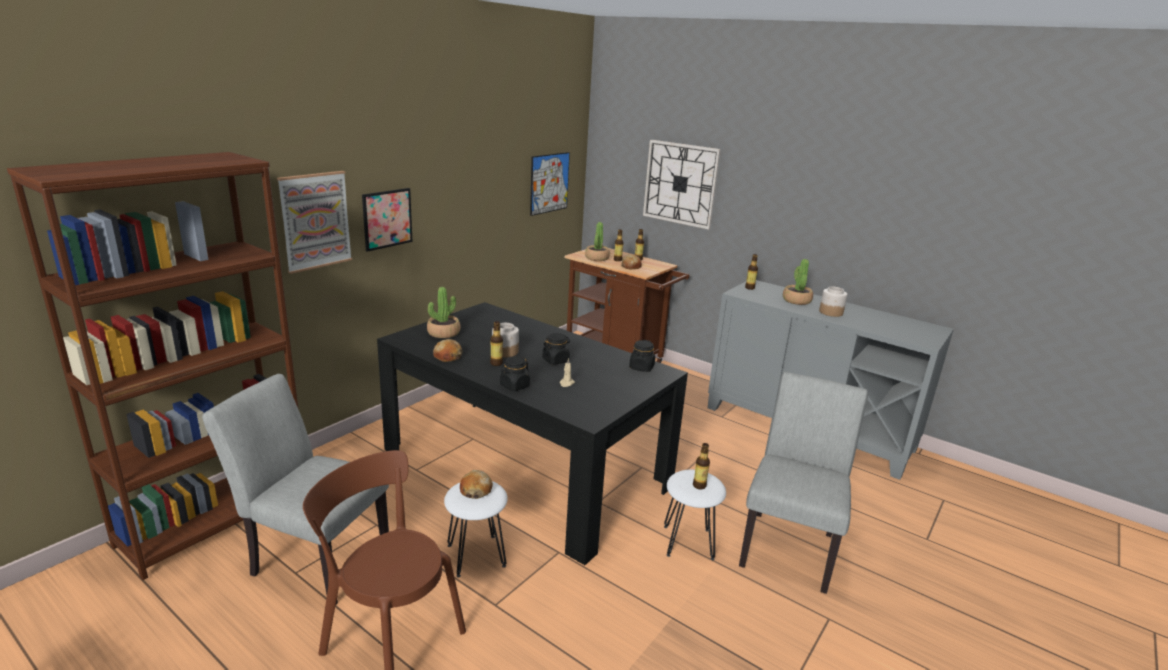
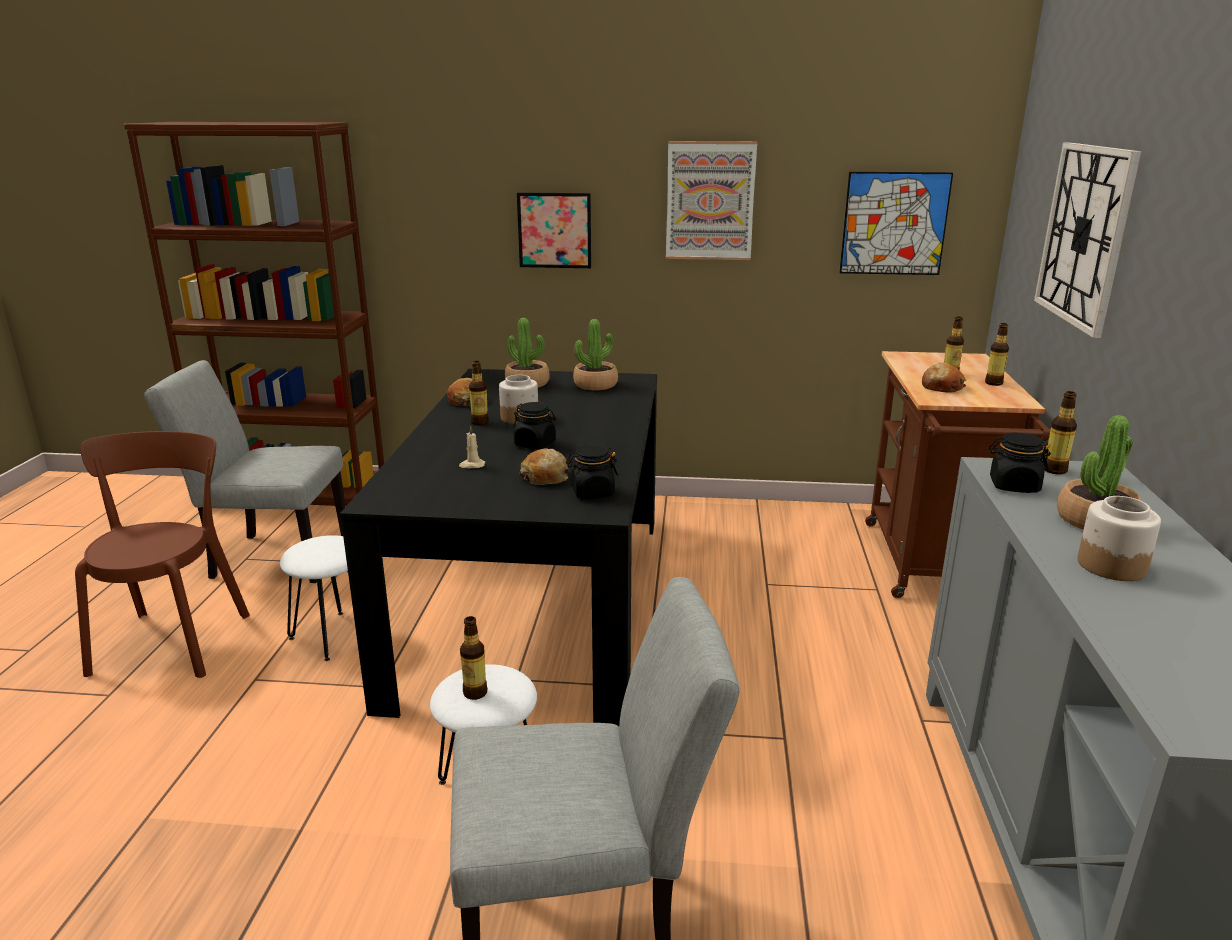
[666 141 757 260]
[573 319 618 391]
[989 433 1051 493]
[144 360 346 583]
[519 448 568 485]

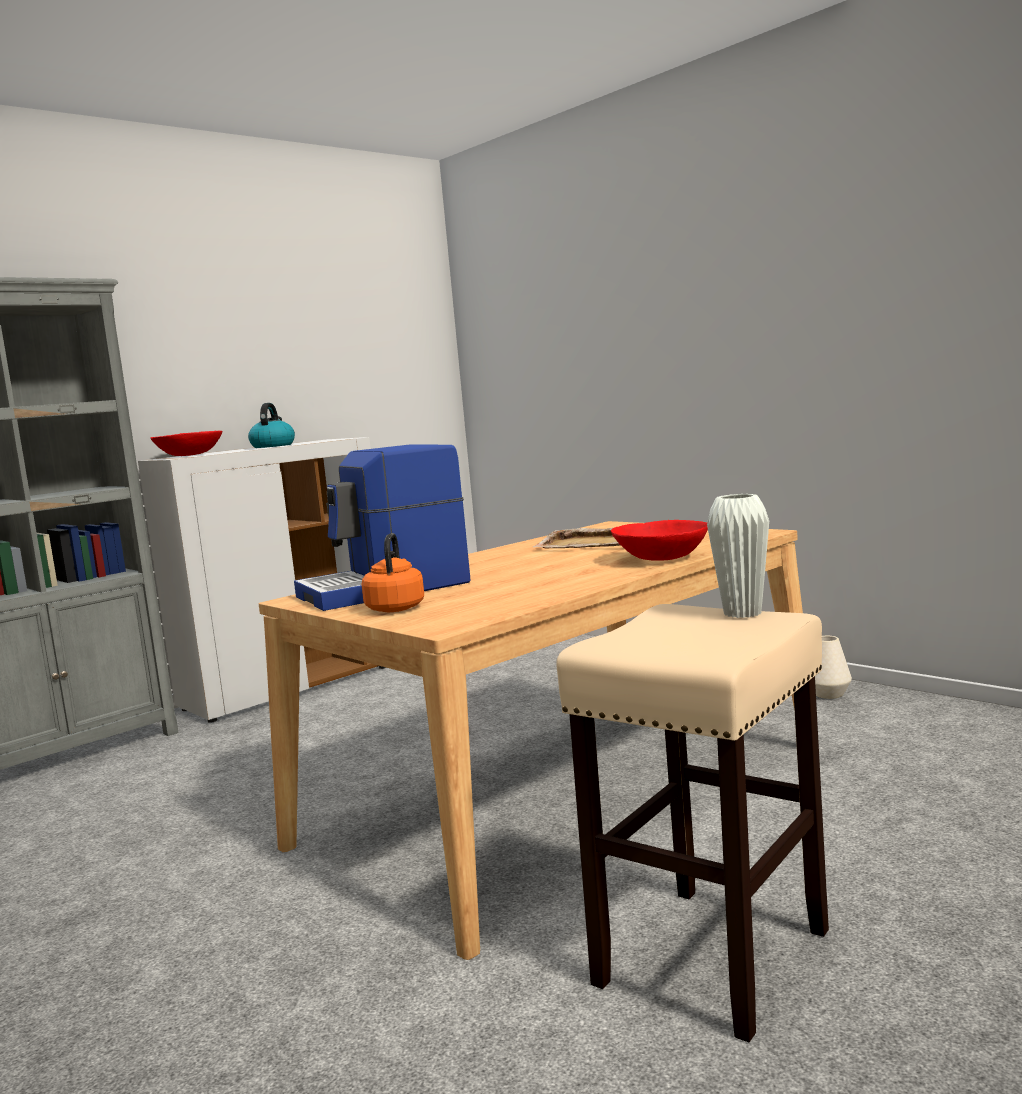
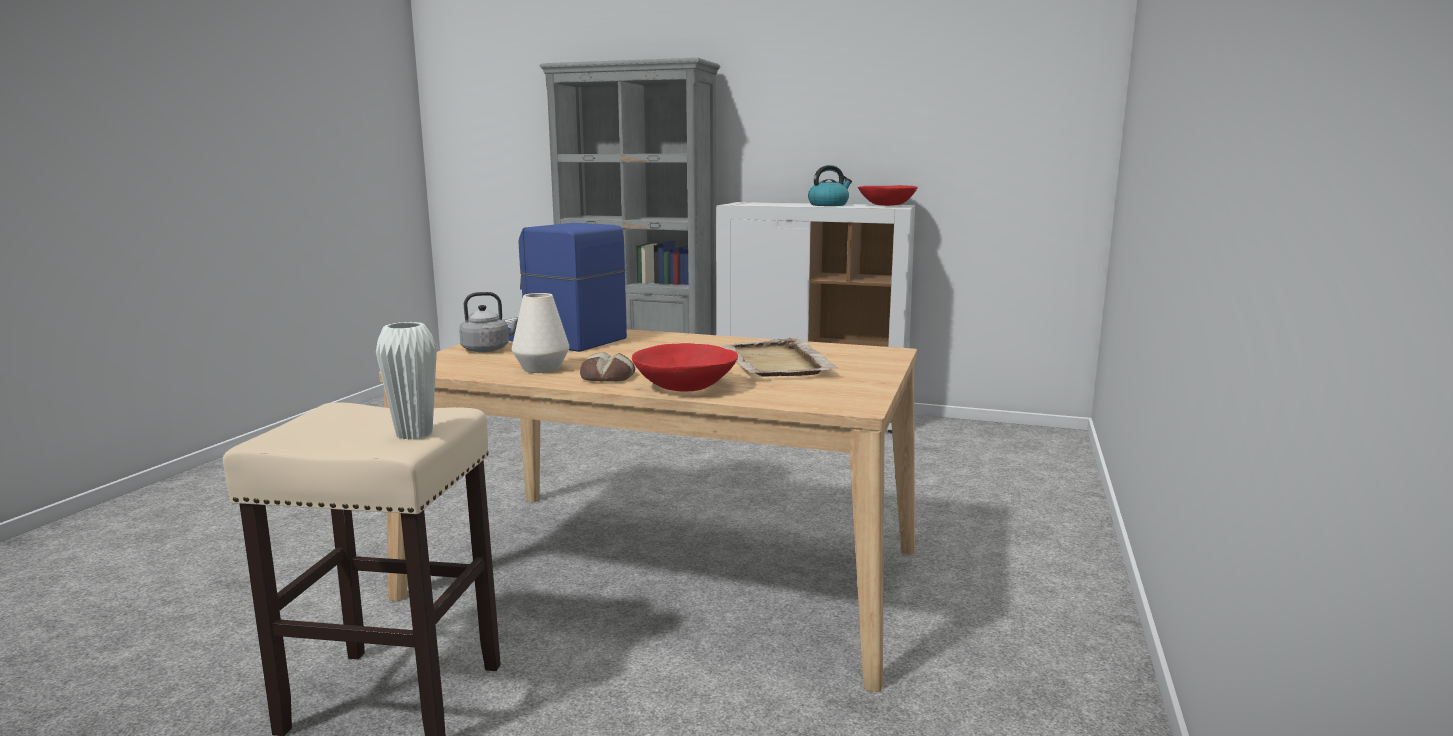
[858 185 918 206]
[459 292 518 352]
[512 293 570 373]
[580 352 635 382]

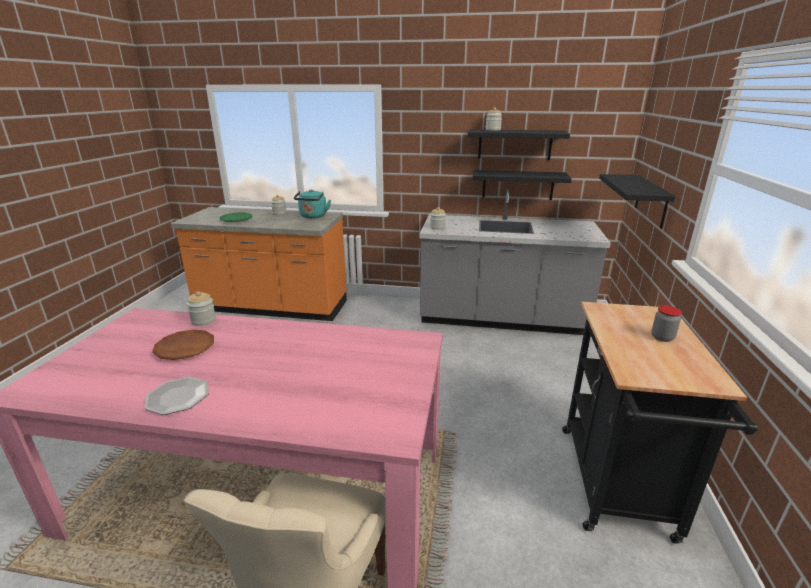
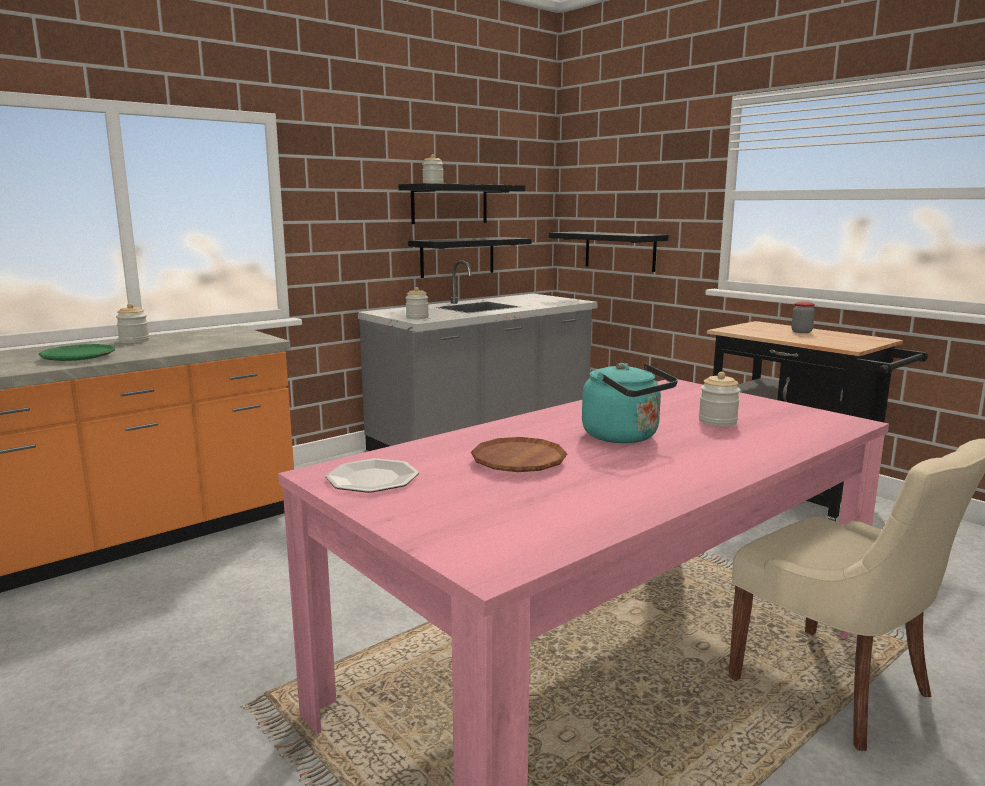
[582 363 678 443]
[699 372 740 427]
[325 459 419 493]

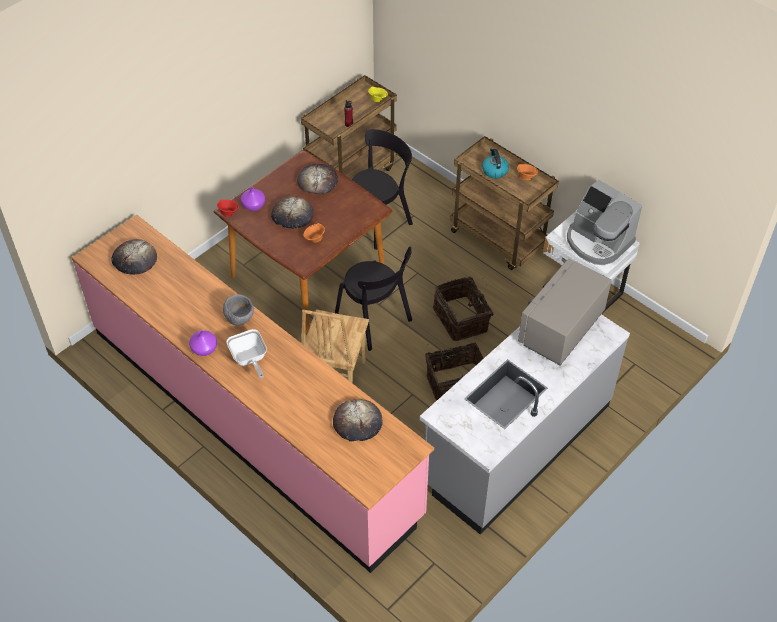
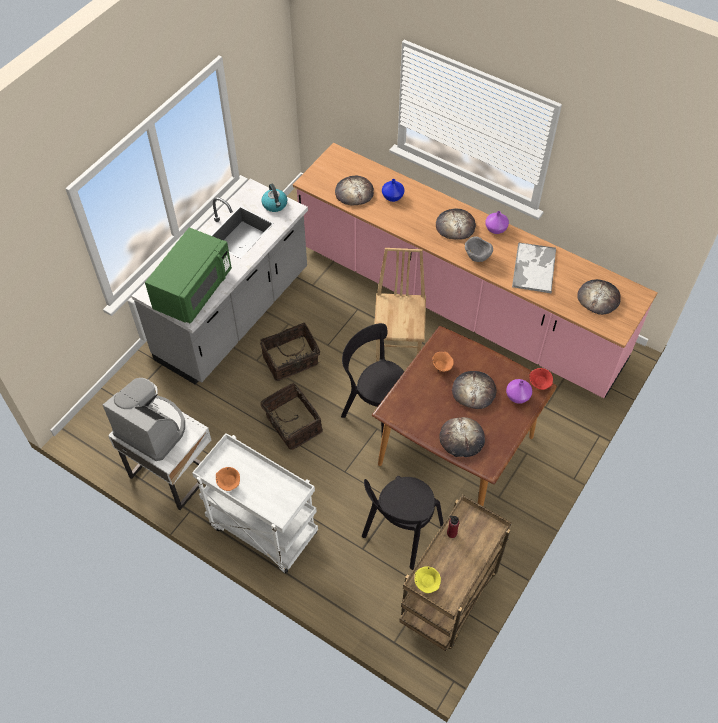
[192 433 318 574]
[261 184 287 212]
[145 228 232 323]
[436 209 476 240]
[382 179 405 202]
[512 243 556 293]

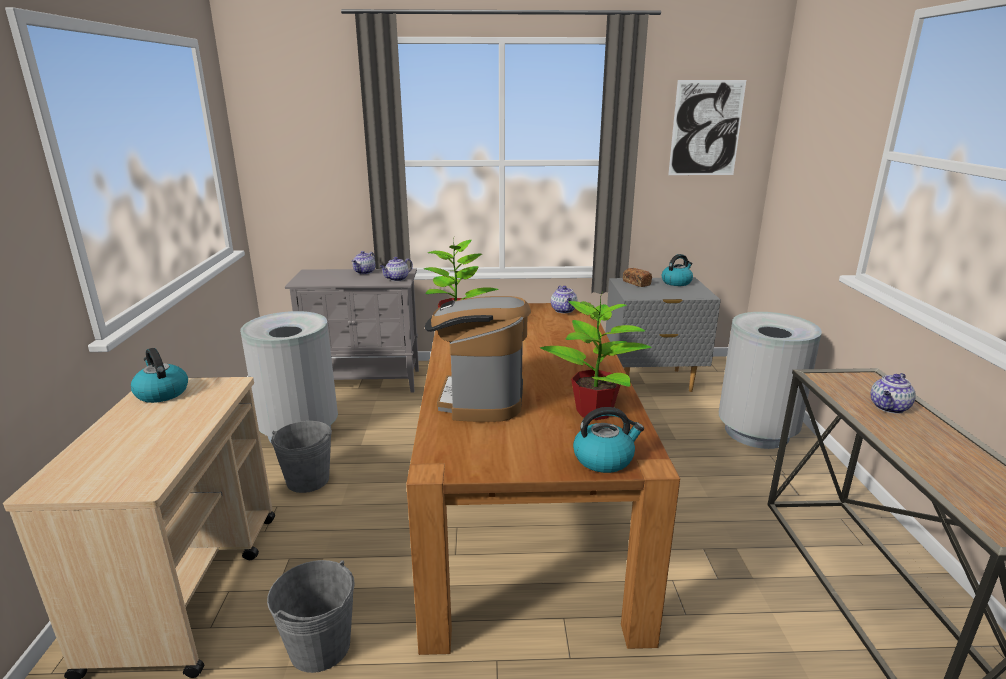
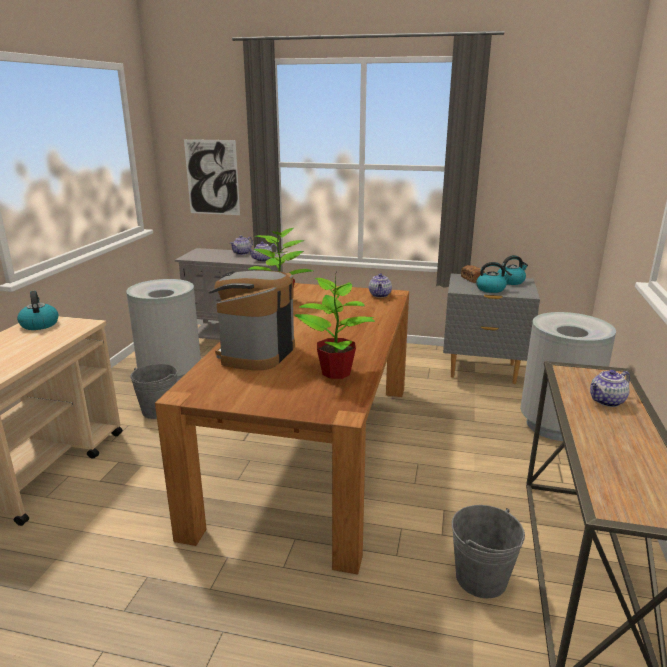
[184 139 240 215]
[476 262 512 293]
[452 505 525 598]

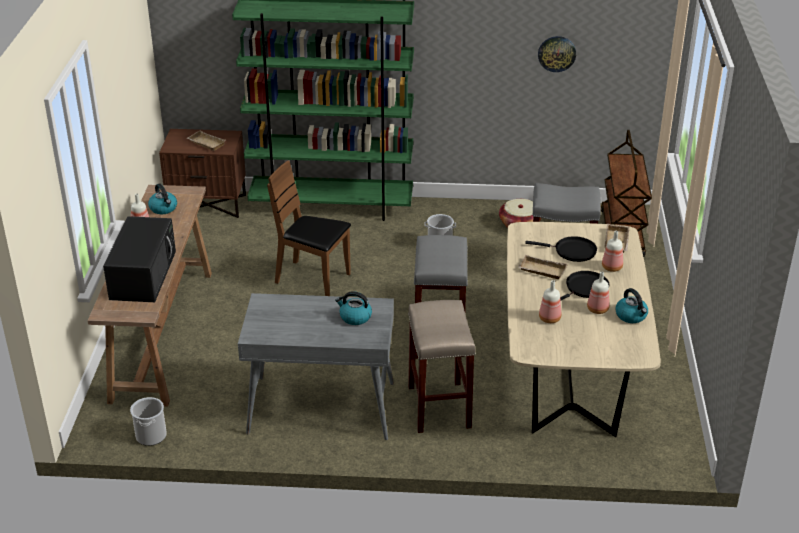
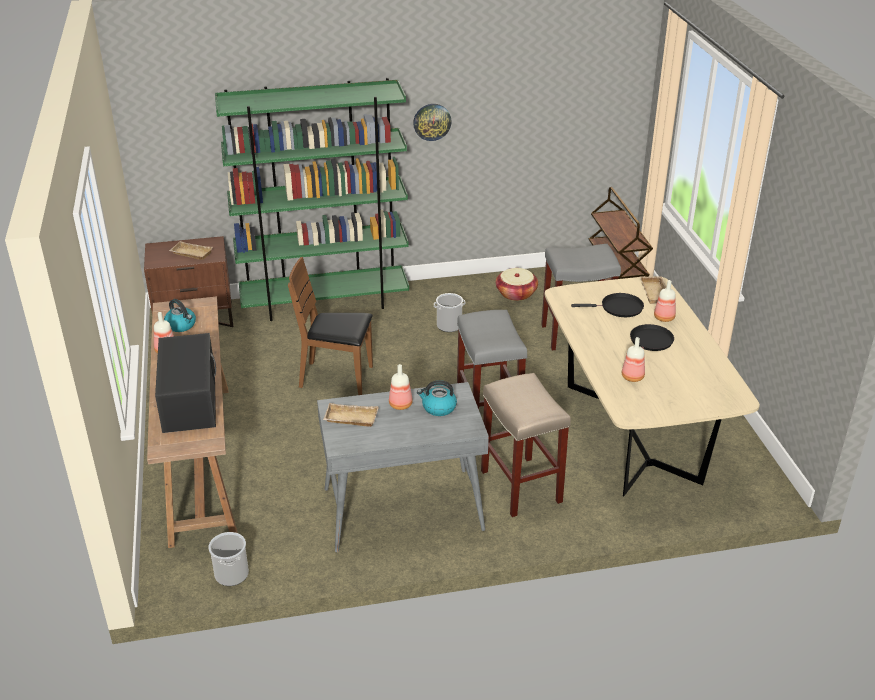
[413 104 452 141]
[323 403 379 427]
[389 364 413 410]
[616 288 648 323] (first image)

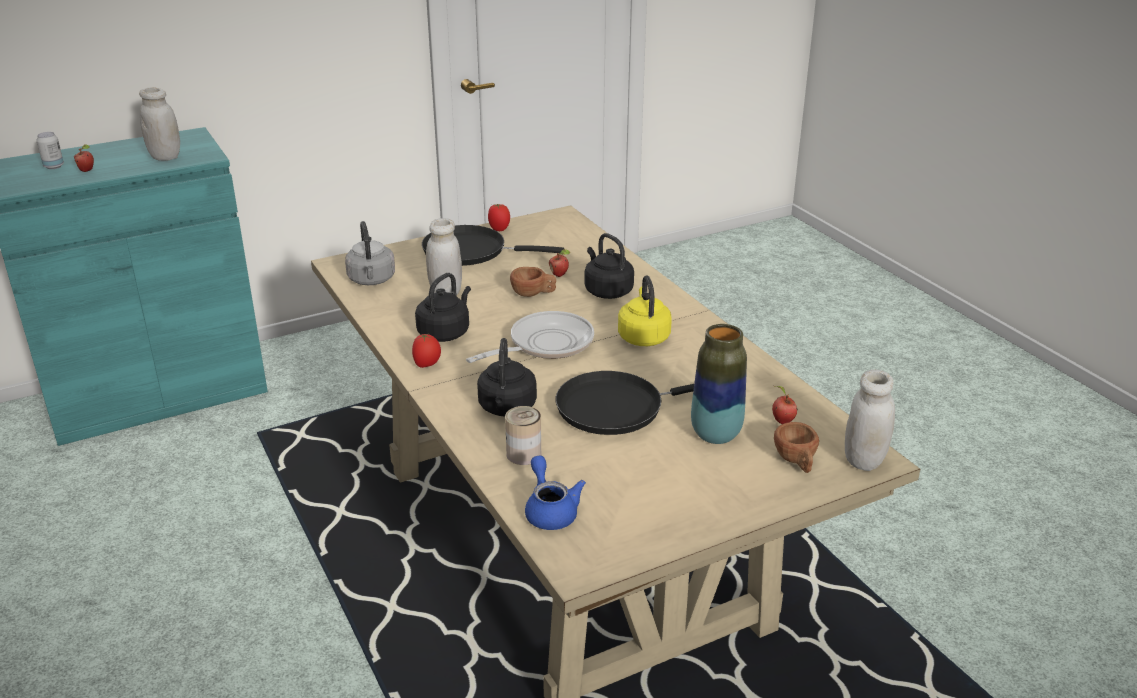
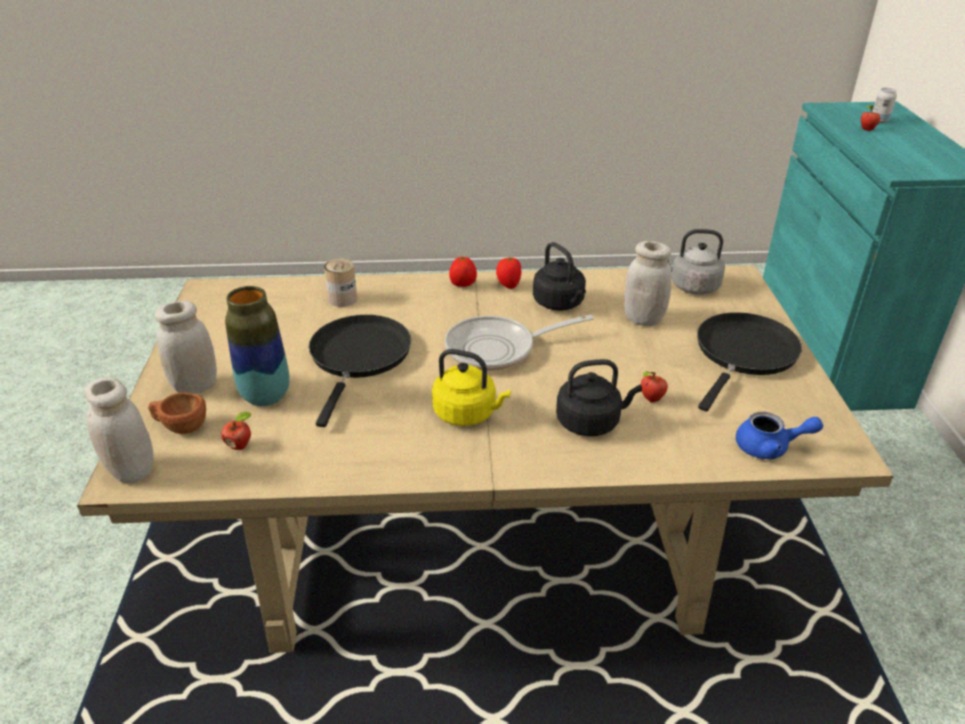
[155 301 217 394]
[449 257 477 287]
[510 267 556 297] (first image)
[445 315 594 371]
[477 338 537 416] (first image)
[736 412 823 459]

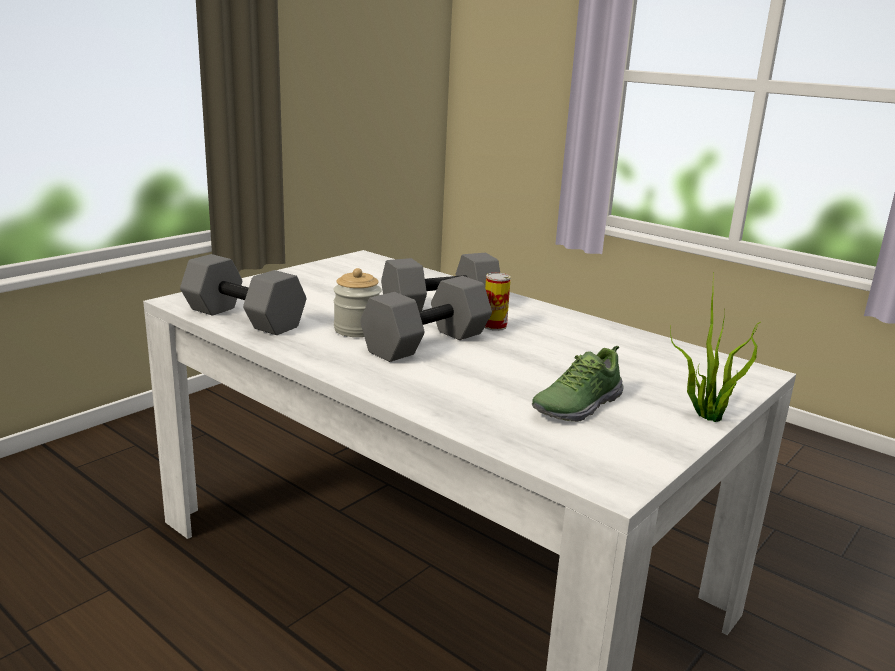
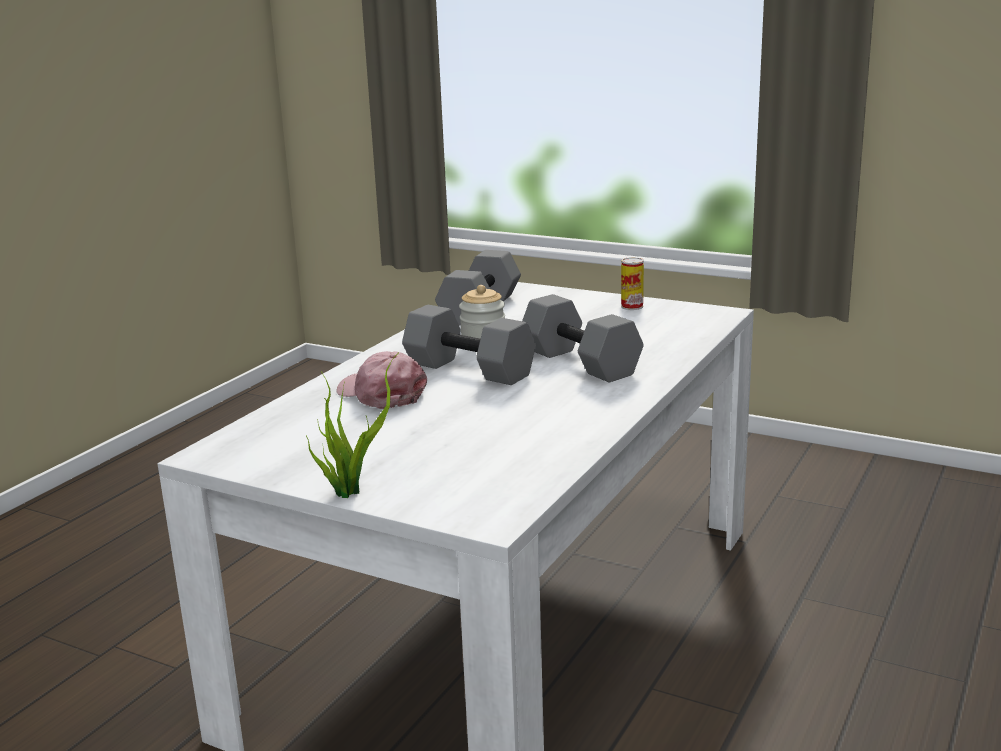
[621 257 644 310]
[532 346 624 422] (first image)
[336 351 427 409]

